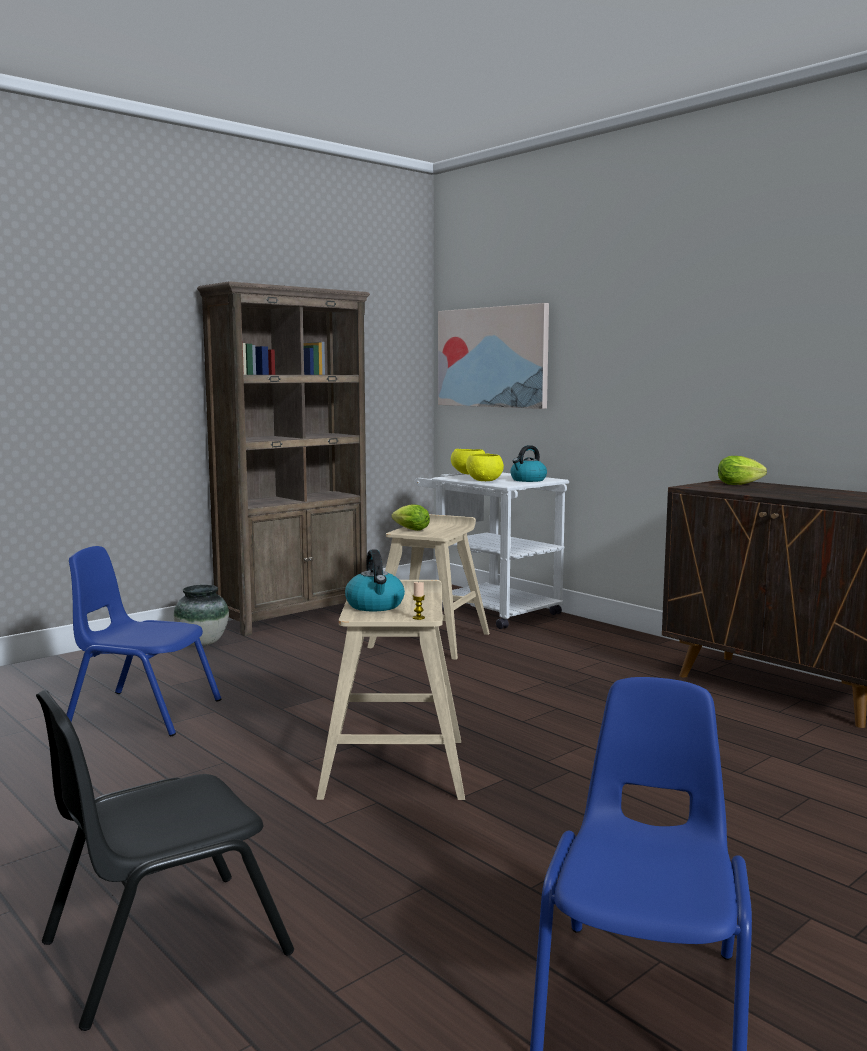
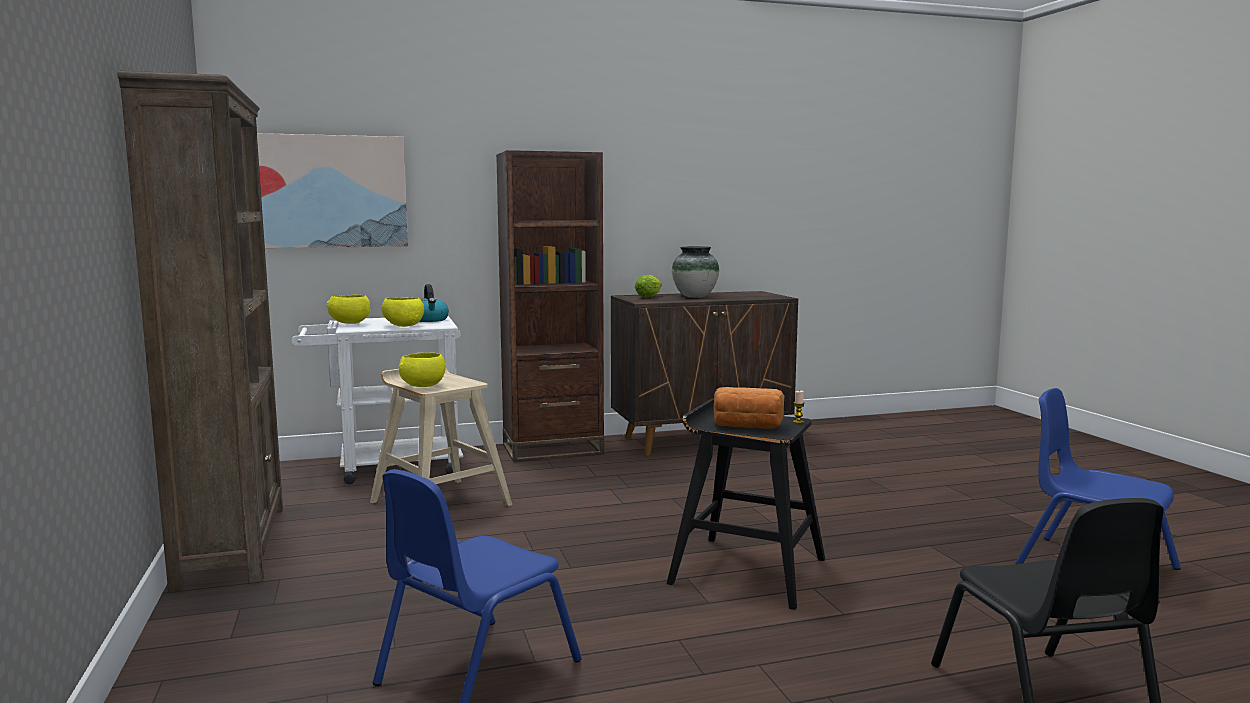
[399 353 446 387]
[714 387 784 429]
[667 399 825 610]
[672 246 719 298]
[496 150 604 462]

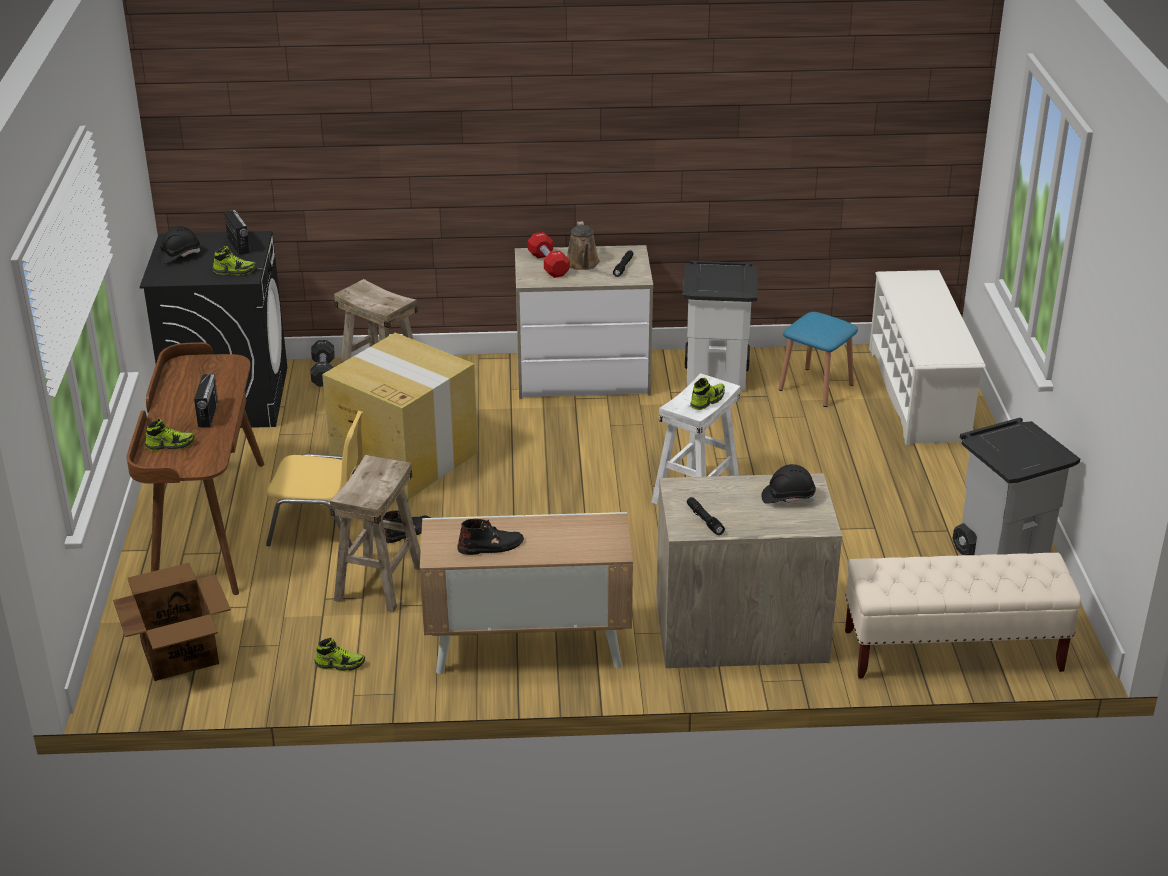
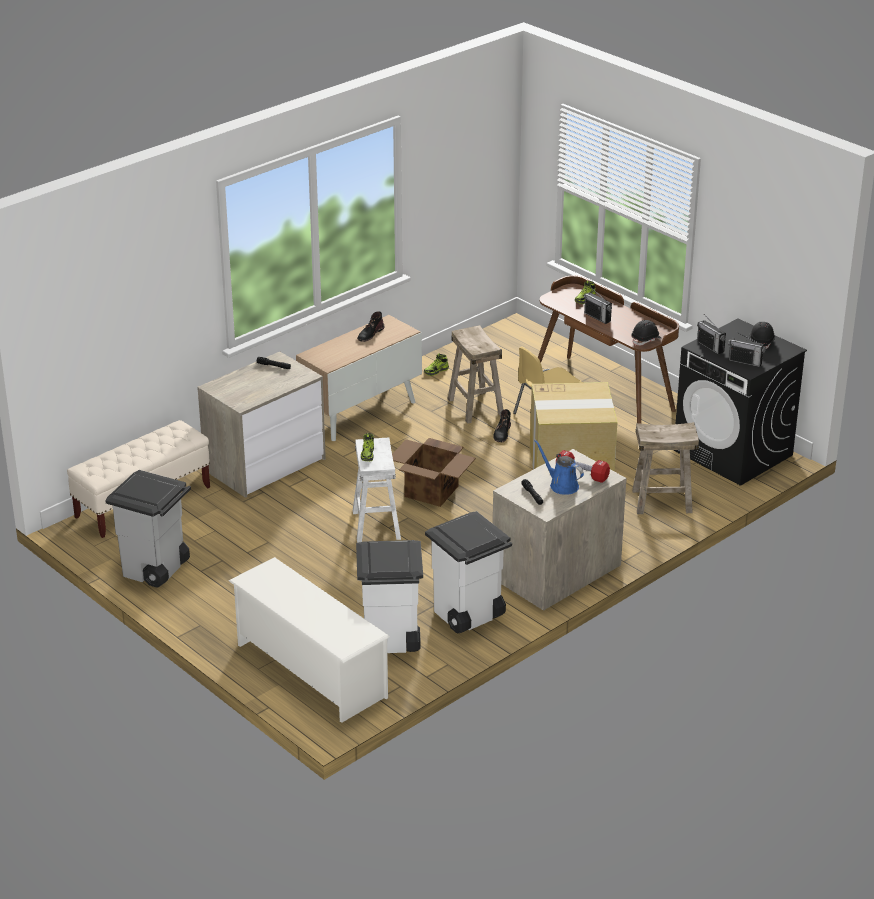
[534 439 584 495]
[697 314 726 355]
[356 540 423 653]
[311 340 335 387] (first image)
[631 320 661 346]
[392 438 476 507]

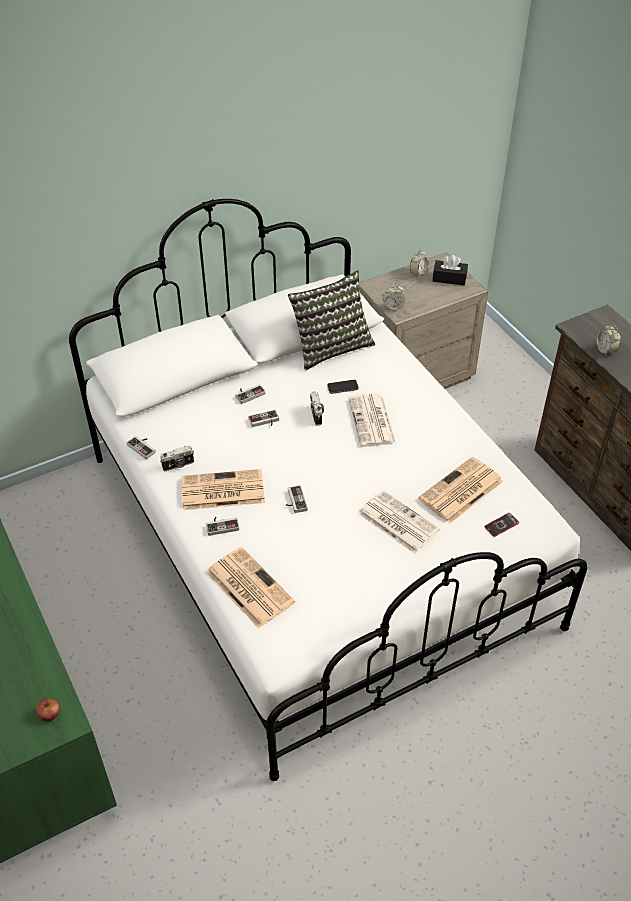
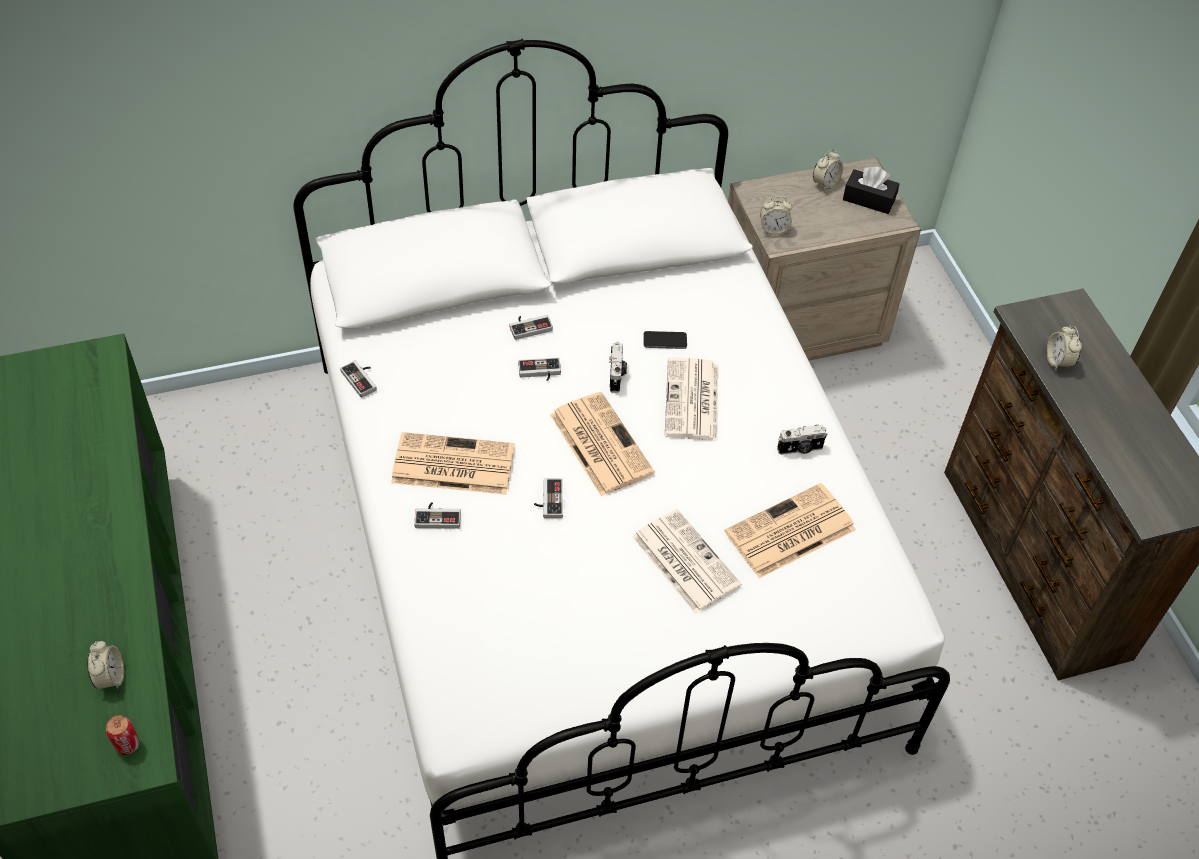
[288 271 375 370] (first image)
[777 425 827 455]
[484 513 519 537] (first image)
[550 392 655 496]
[106 715 139 755]
[87 641 124 689]

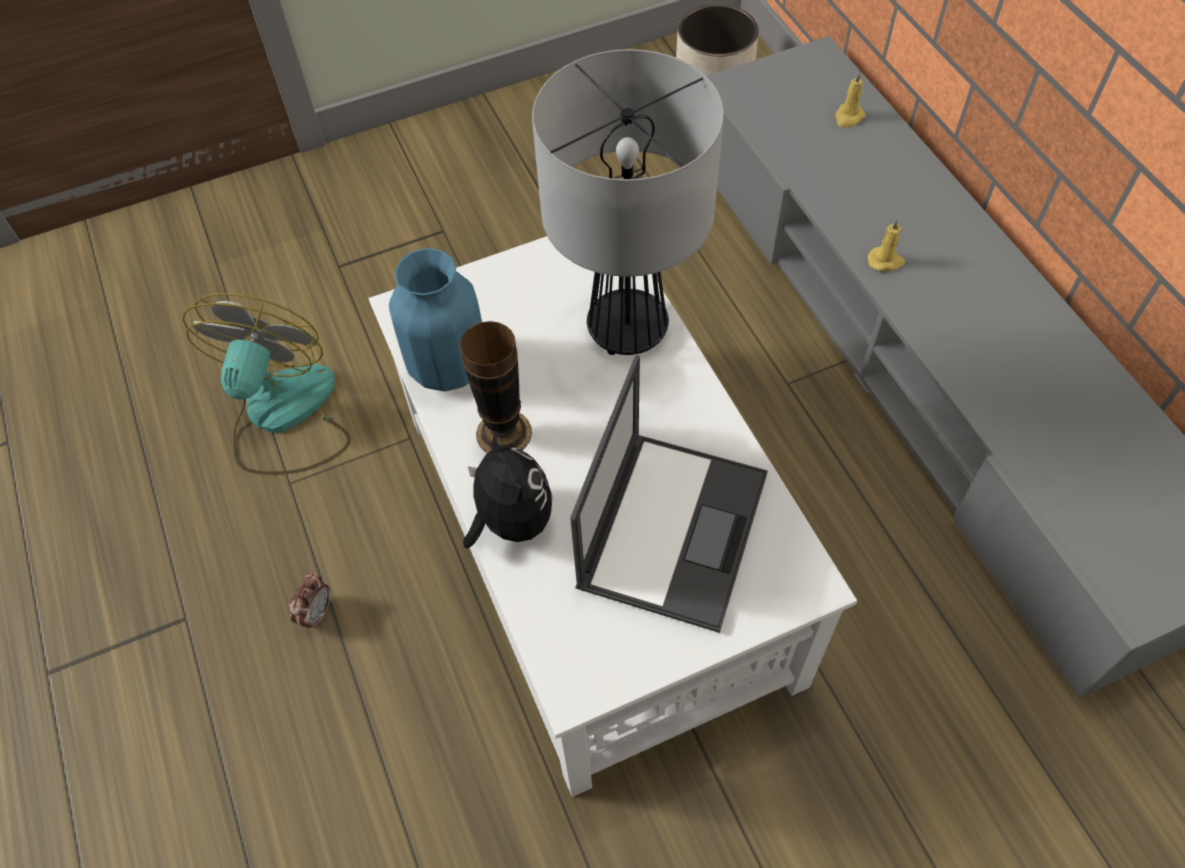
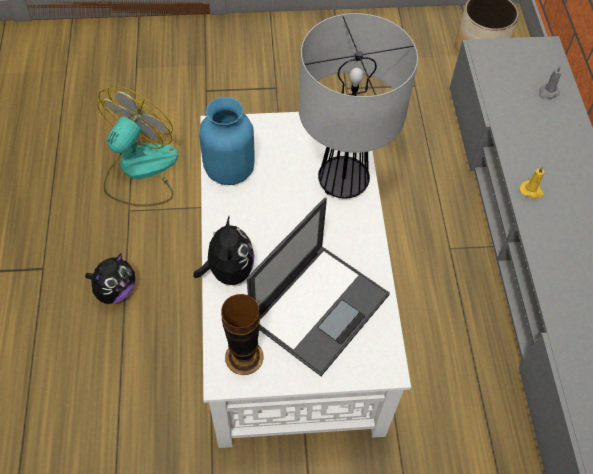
[539 65 562 99]
[221 294 264 375]
[85 254 135 304]

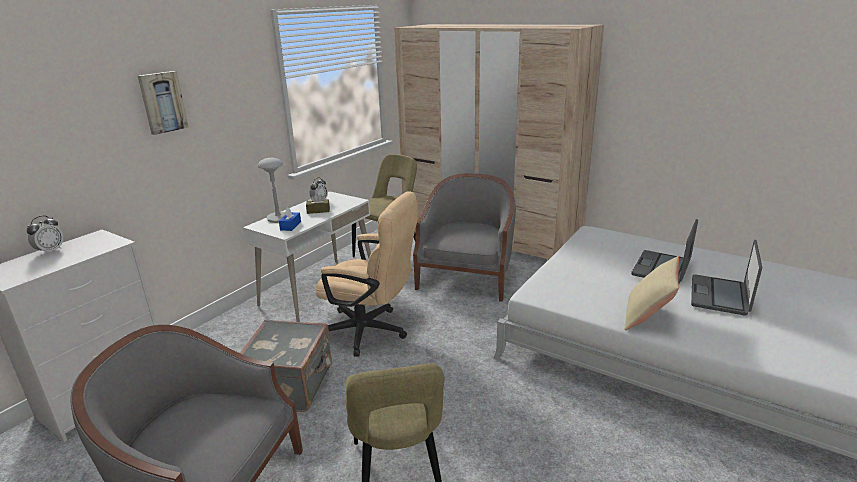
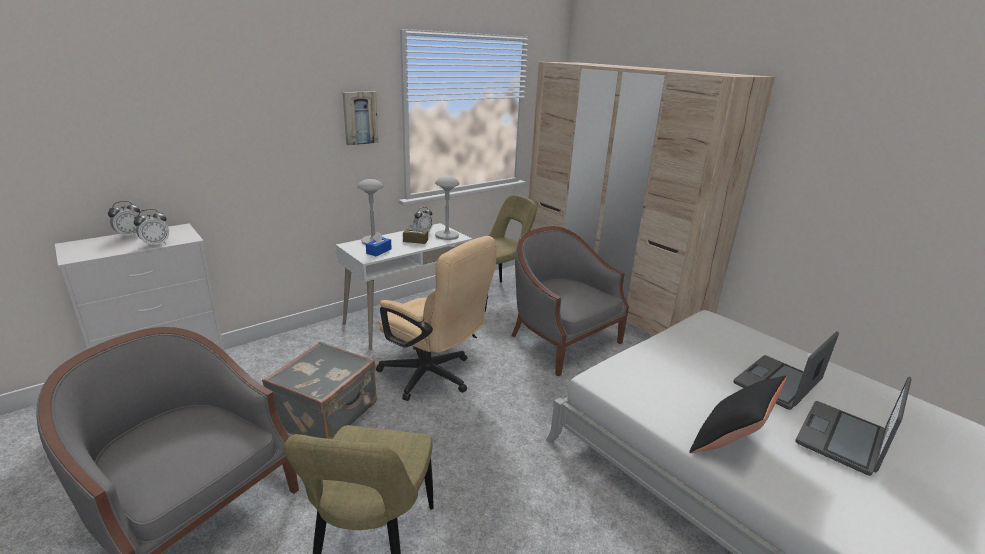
[342 91 378 145]
[512 226 629 377]
[689 376 787 453]
[435 176 460 240]
[134 209 169 248]

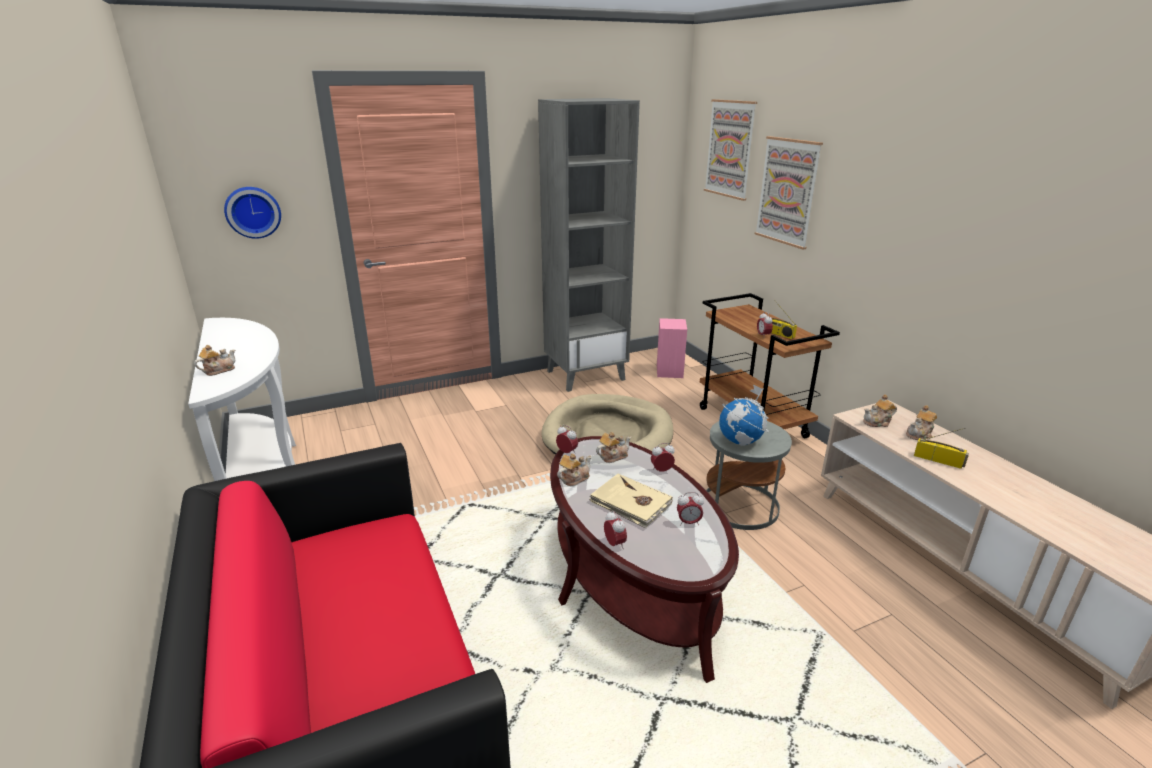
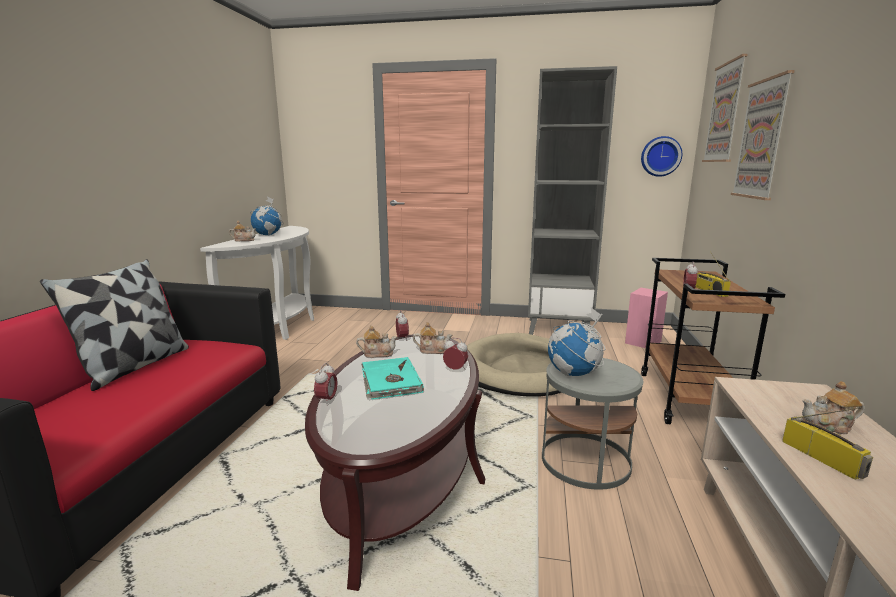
[641 136 682 177]
[863 394 897 427] (first image)
[361 357 424 400]
[677 492 704 526] (first image)
[250 197 284 235]
[40 259 189 391]

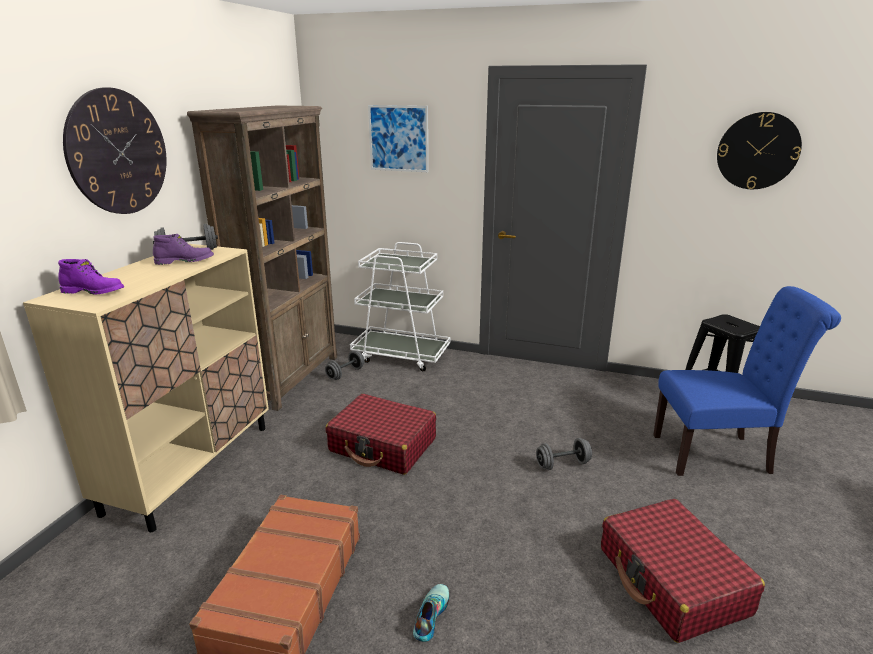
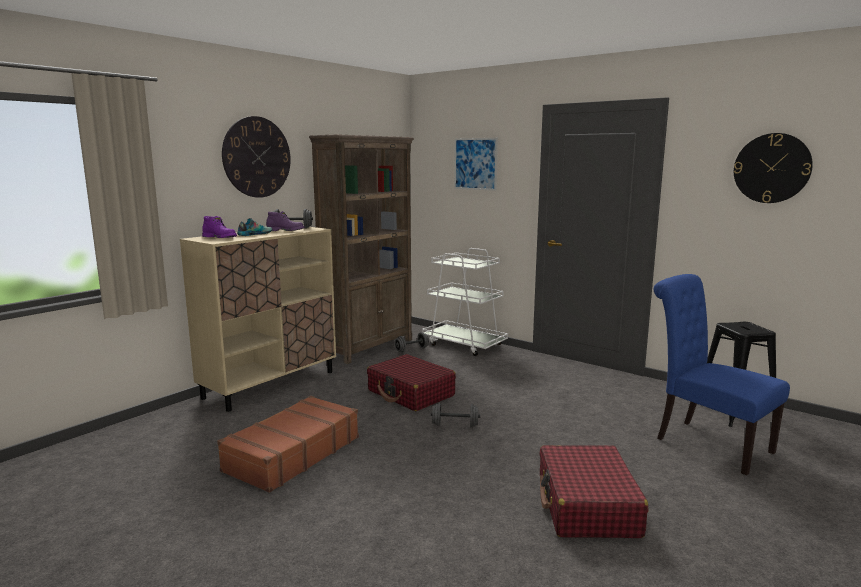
[653 274 790 475]
[431 403 480 428]
[237 218 273 236]

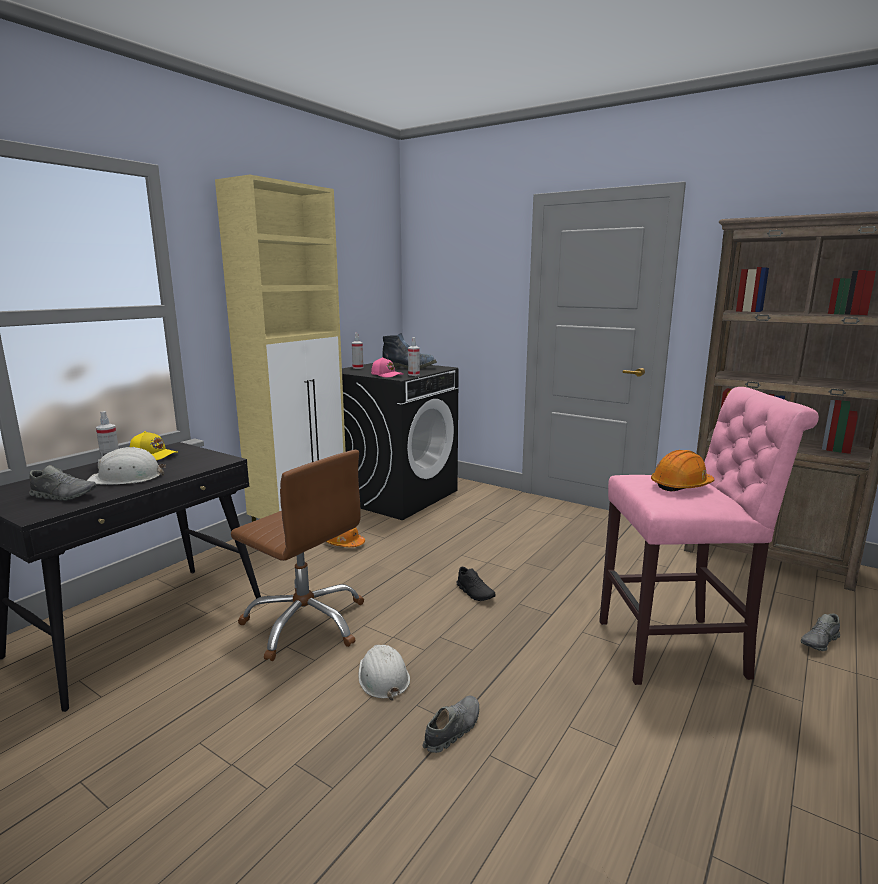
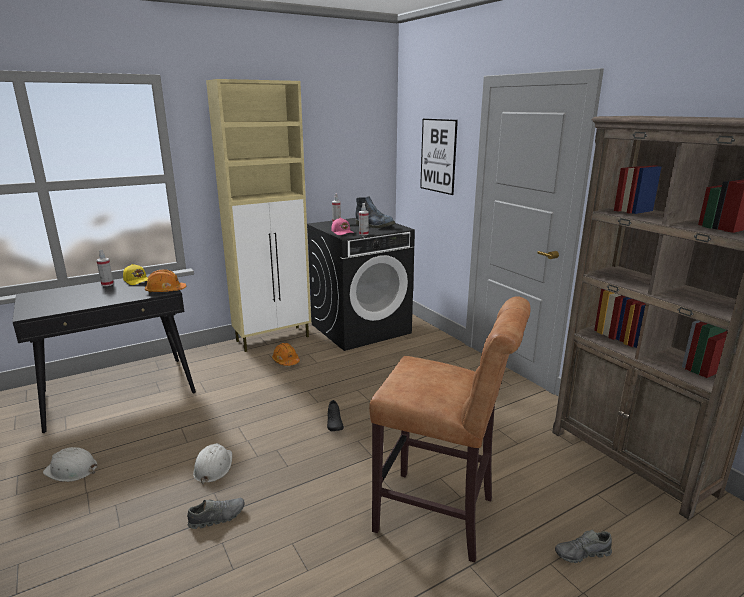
[369 296 530 563]
[43 447 98 482]
[231 450 364 661] (first image)
[145 269 186 293]
[29 465 97 501] (first image)
[420 119 458 195]

